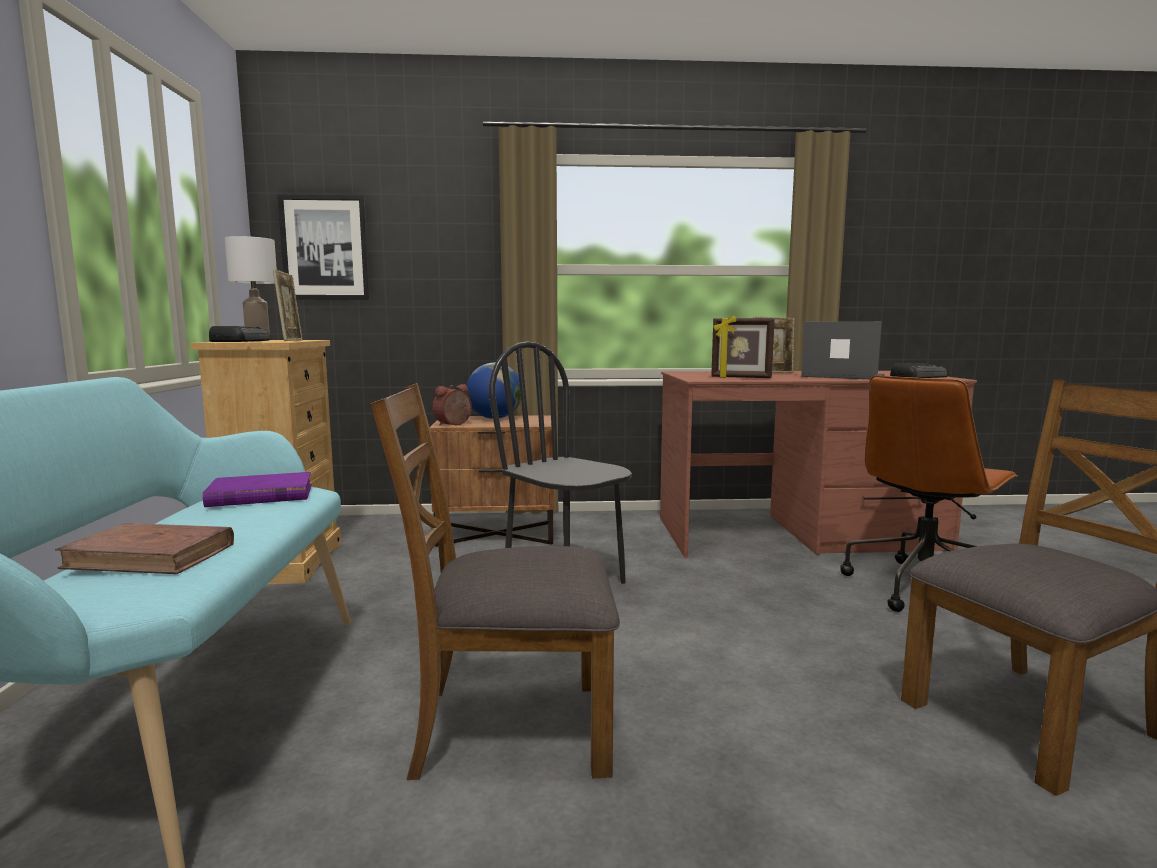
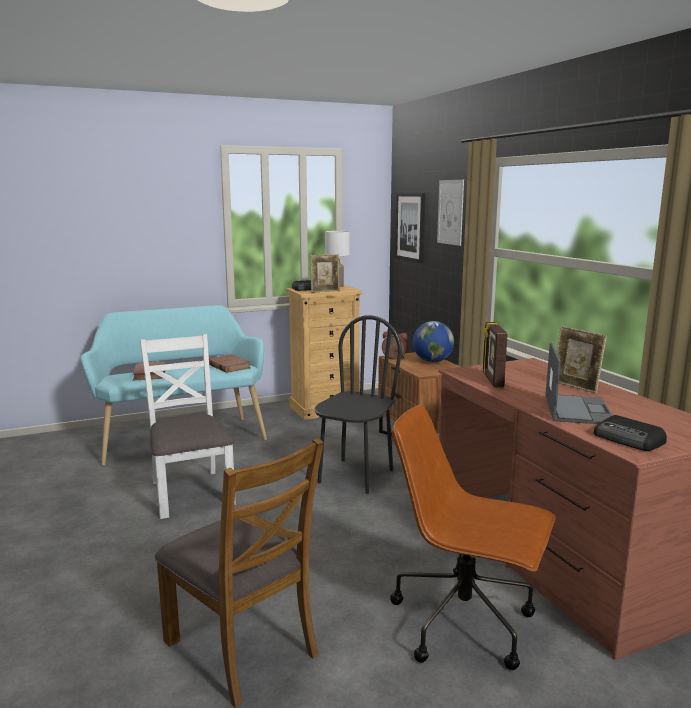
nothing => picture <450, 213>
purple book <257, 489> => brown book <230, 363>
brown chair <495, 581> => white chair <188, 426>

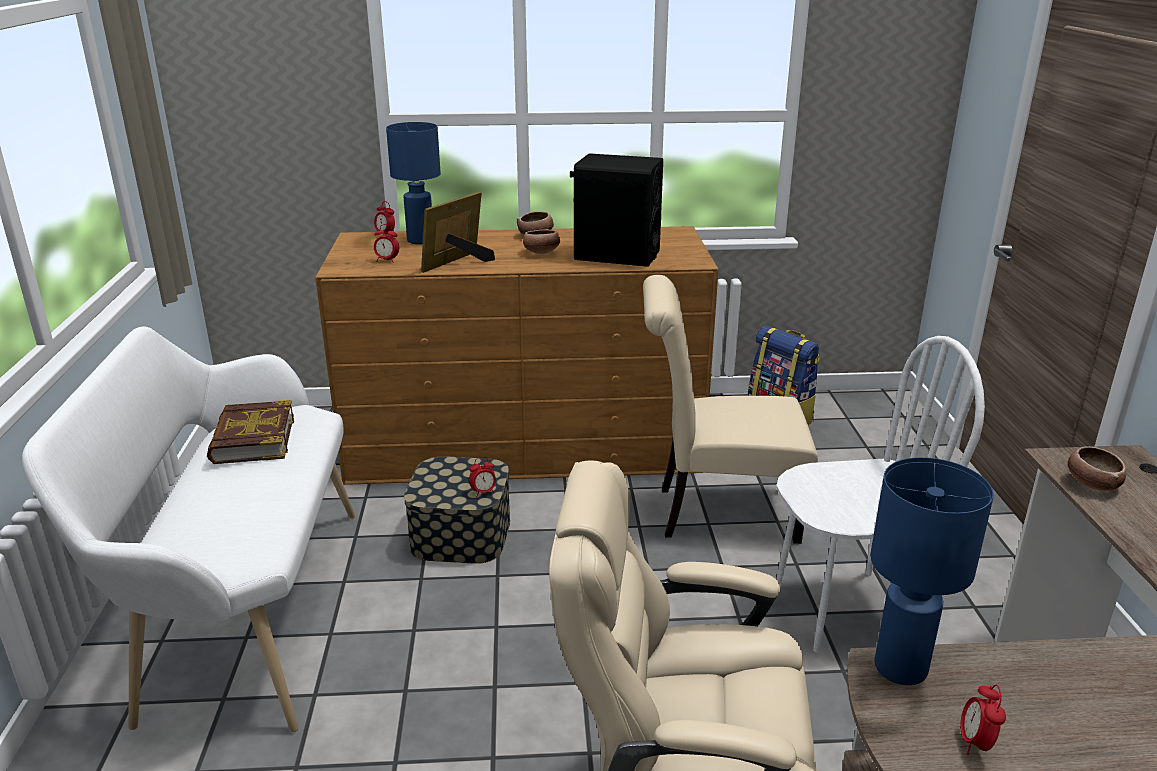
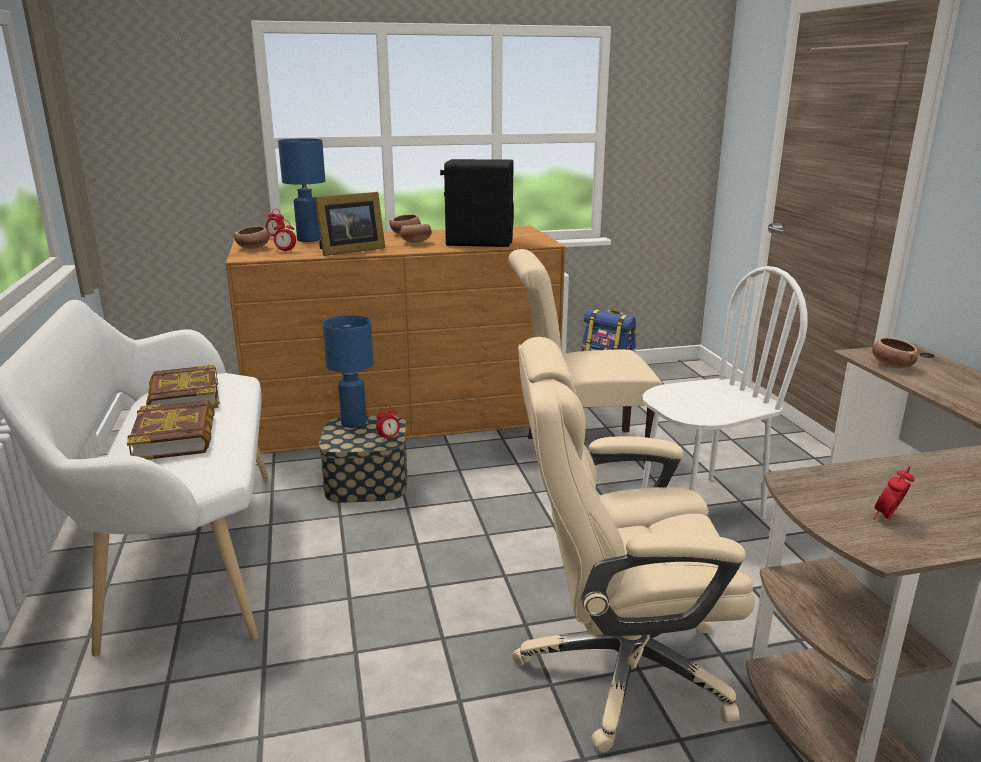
nothing => book <171, 430>
nothing => bowl <252, 237>
blue table lamp <932, 571> => blue table lamp <347, 371>, moved
picture frame <458, 232> => picture frame <350, 224>, 150 degrees counterclockwise
alarm clock <983, 720> => alarm clock <894, 493>, 45 degrees clockwise

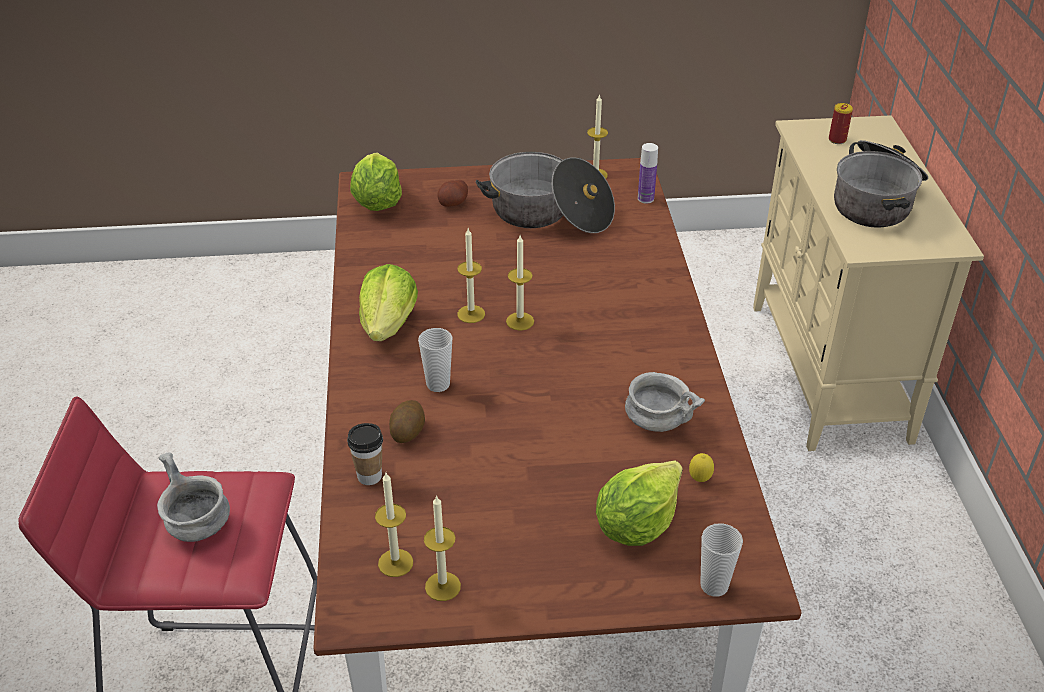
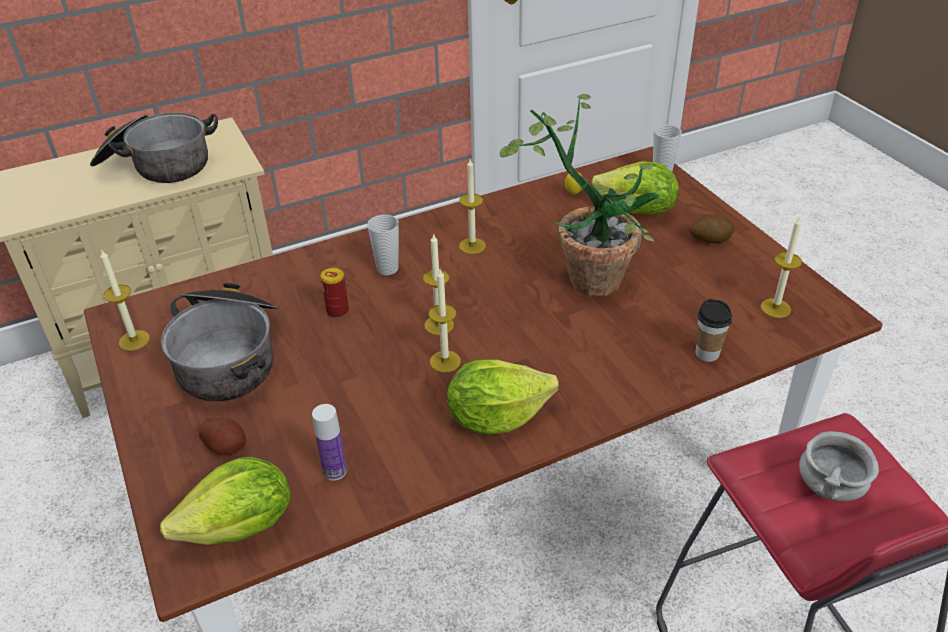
grey bowl <665, 402> => nothing
nothing => potted plant <579, 195>
potato <407, 421> => potato <711, 228>, moved
cup <435, 360> => cup <383, 245>, moved
candle <442, 548> => candle <472, 206>, moved
bottle <648, 173> => bottle <329, 442>, moved
can <841, 123> => can <335, 293>, moved

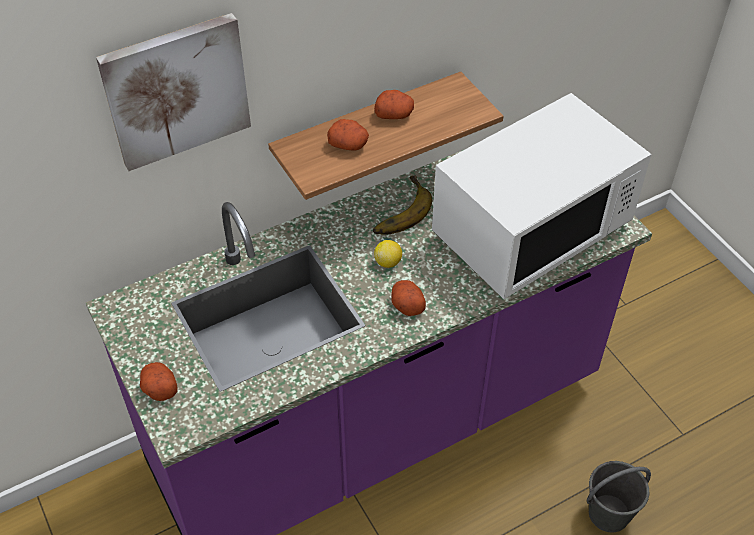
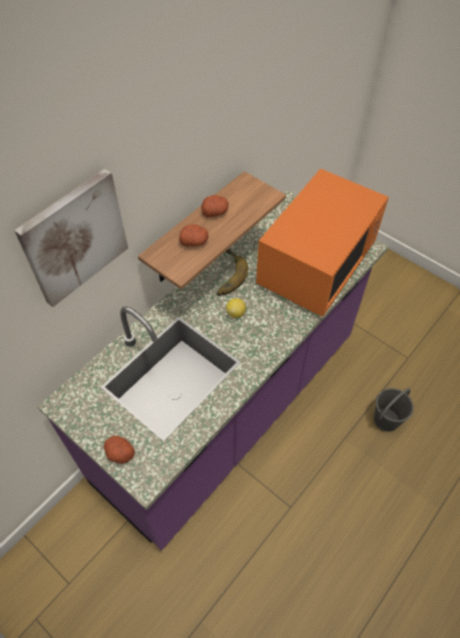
potato <408, 298> => nothing
white microwave <542, 196> => orange microwave <322, 242>

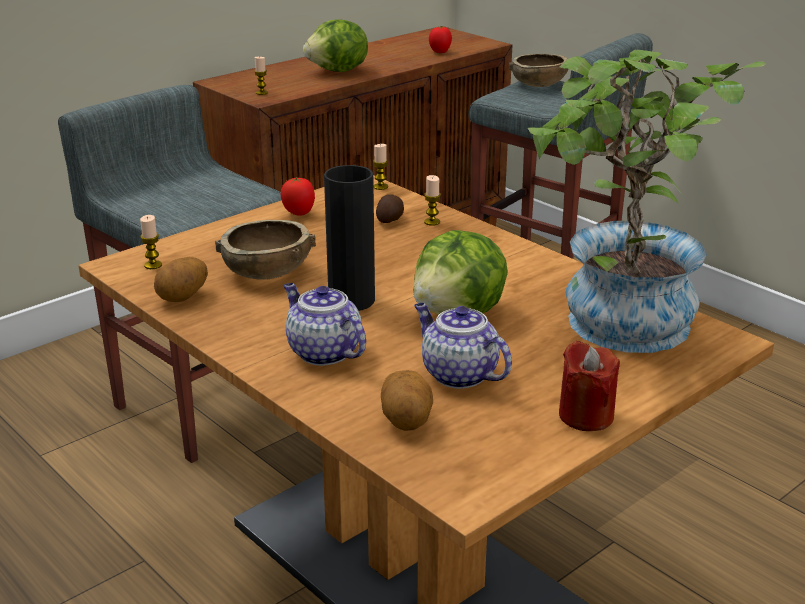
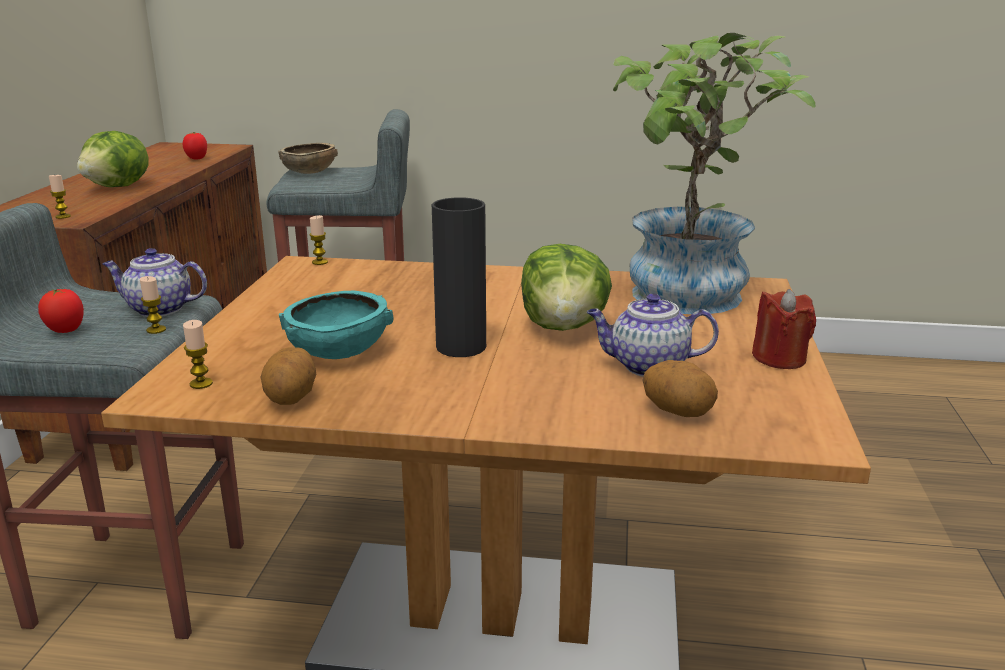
potato <390, 208> => nothing
tomato <297, 196> => tomato <61, 311>, moved
teapot <325, 324> => teapot <154, 282>, moved
candle <432, 200> => candle <153, 305>, moved
brown bowl <265, 249> => turquoise bowl <336, 325>

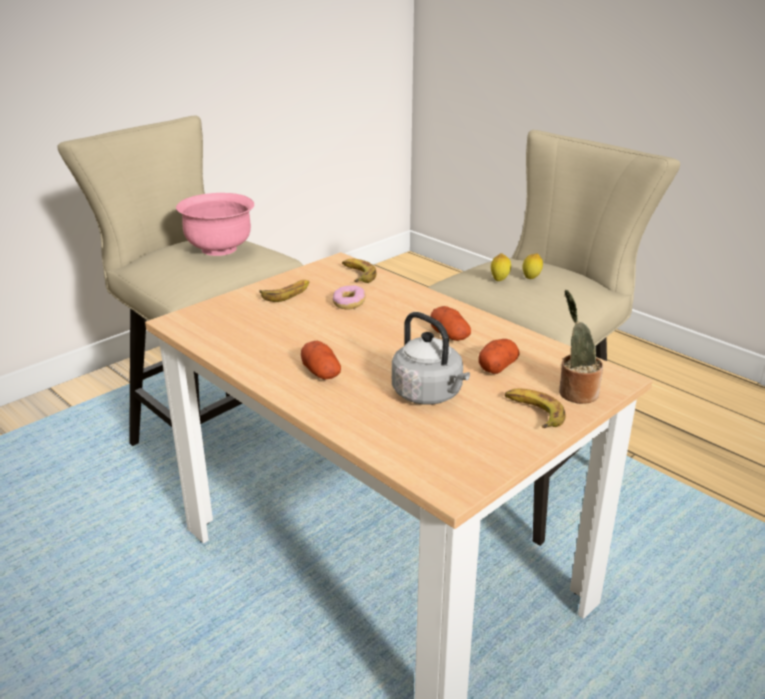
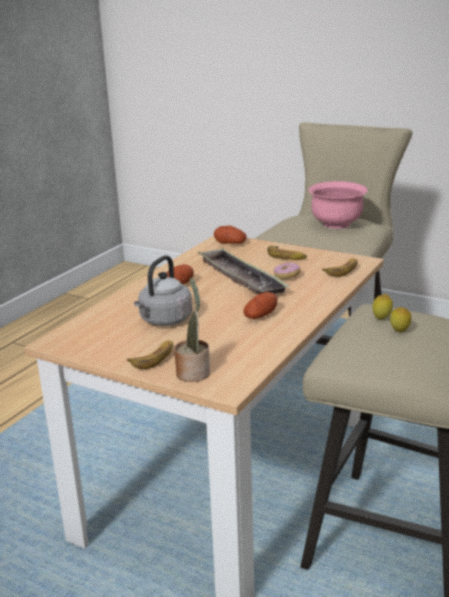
nothing => tray <244, 271>
potato <499, 356> => potato <230, 235>, moved

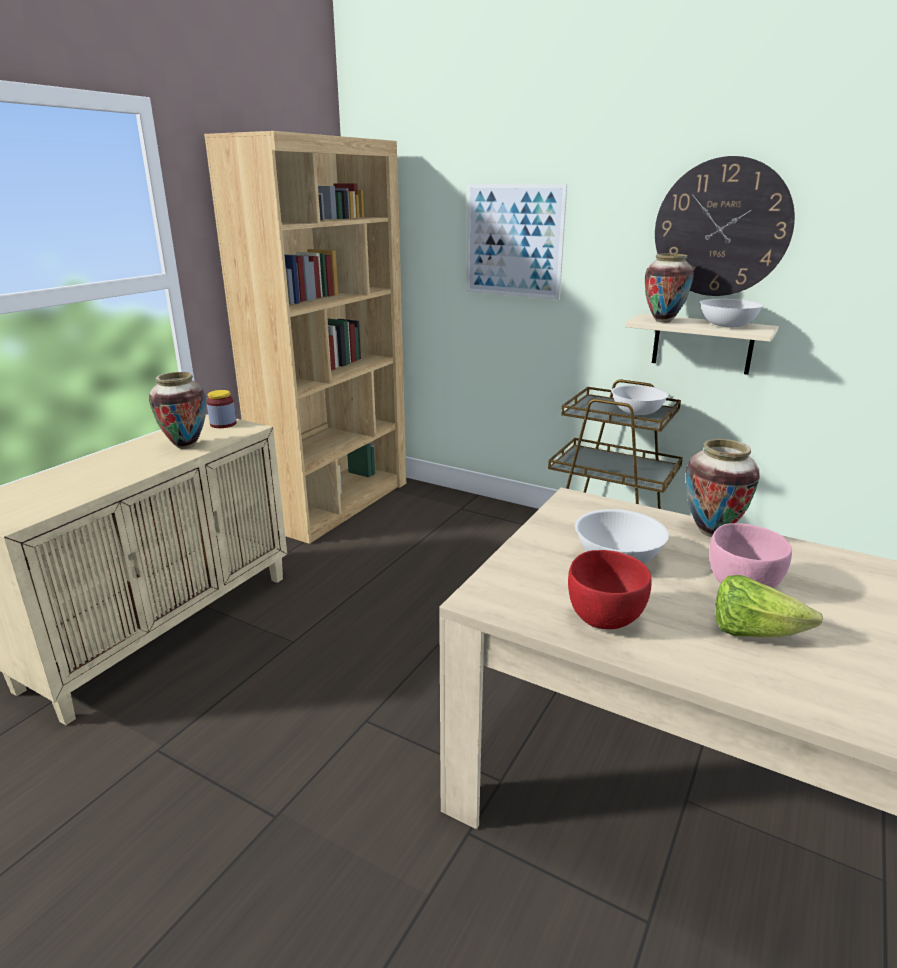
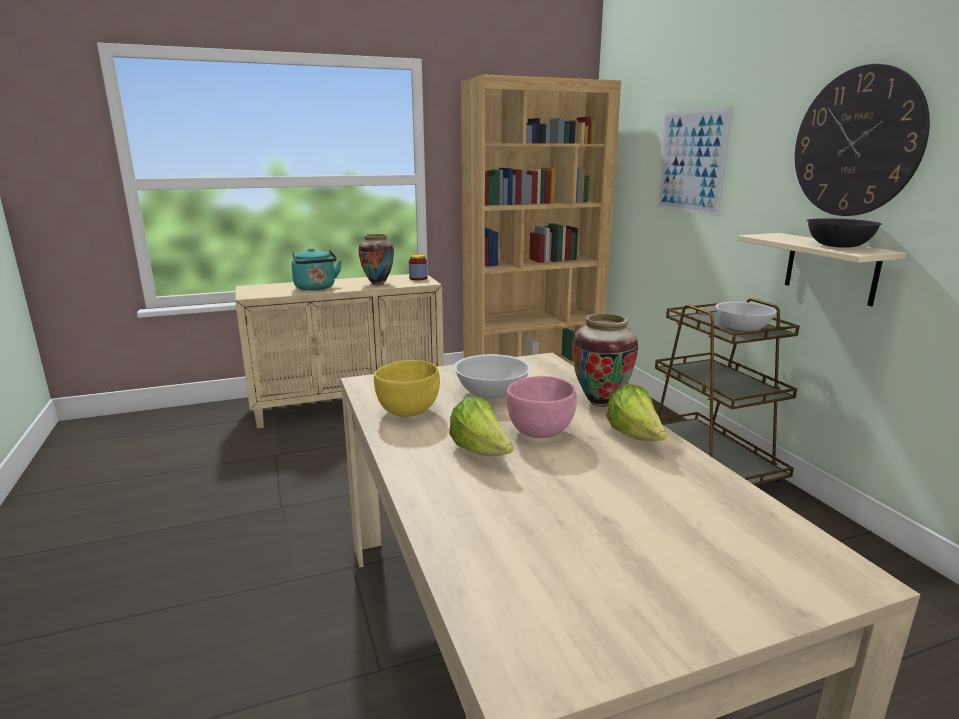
vase <669, 288> => nothing
nothing => turquoise kettle <316, 269>
nothing => lettuce <636, 412>
red bowl <609, 589> => yellow bowl <407, 388>
white bowl <732, 313> => black bowl <844, 233>

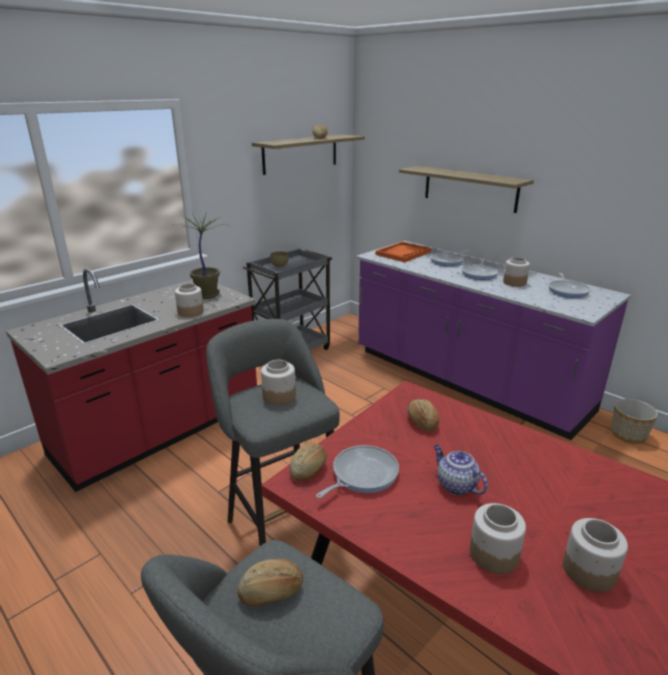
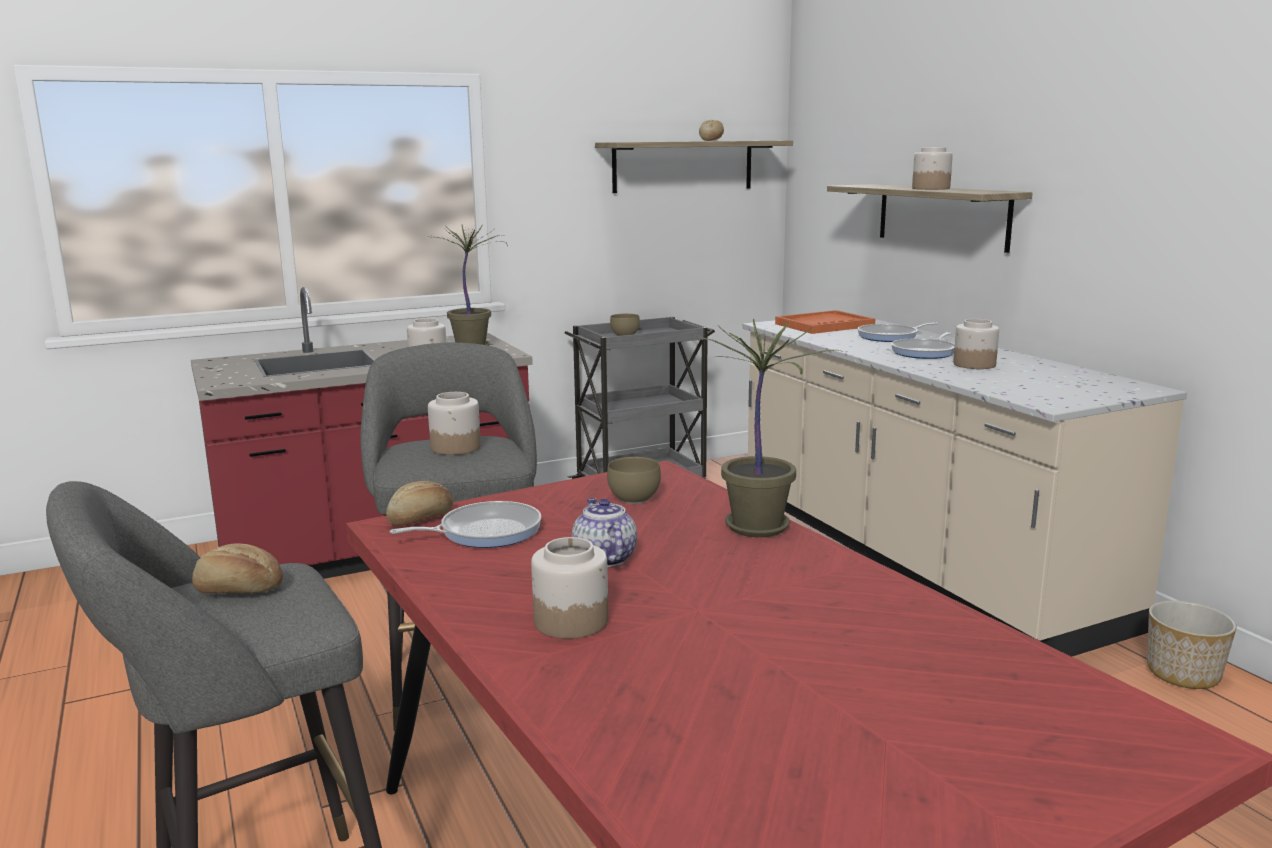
frying pan <569, 285> => nothing
nothing => potted plant <770, 428>
jar <595, 555> => jar <932, 168>, moved
bread <423, 415> => brown bowl <634, 480>
purple counter <493, 340> => beige counter <965, 488>

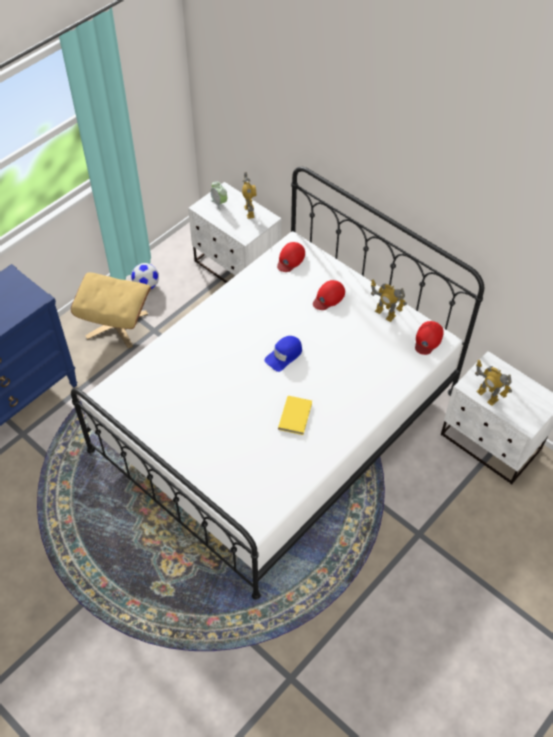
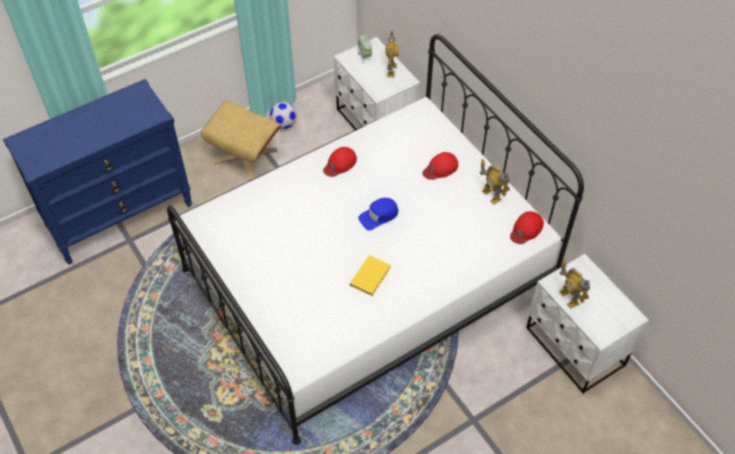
red cap <291, 257> => red cap <340, 162>, moved

